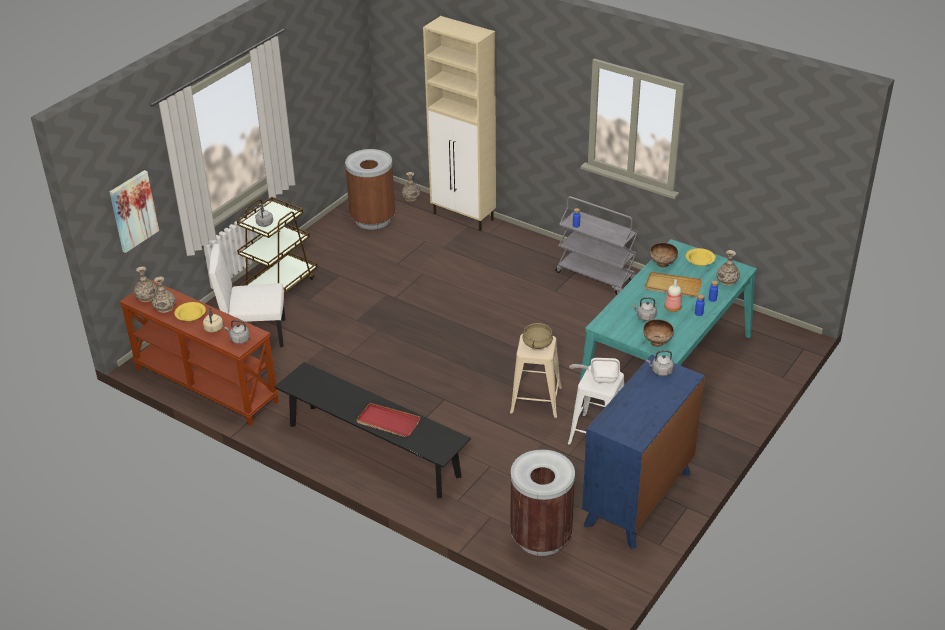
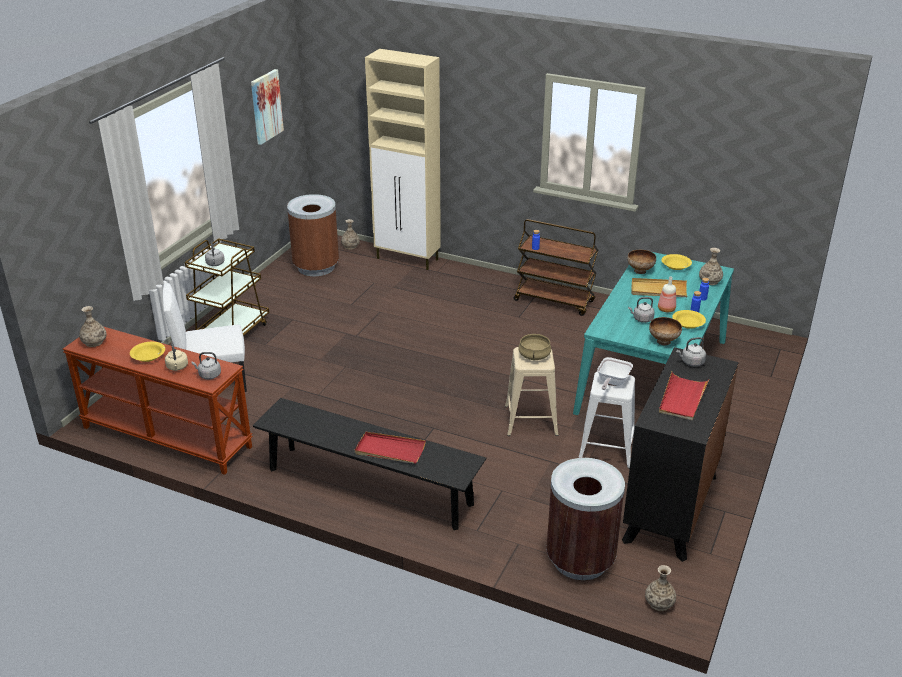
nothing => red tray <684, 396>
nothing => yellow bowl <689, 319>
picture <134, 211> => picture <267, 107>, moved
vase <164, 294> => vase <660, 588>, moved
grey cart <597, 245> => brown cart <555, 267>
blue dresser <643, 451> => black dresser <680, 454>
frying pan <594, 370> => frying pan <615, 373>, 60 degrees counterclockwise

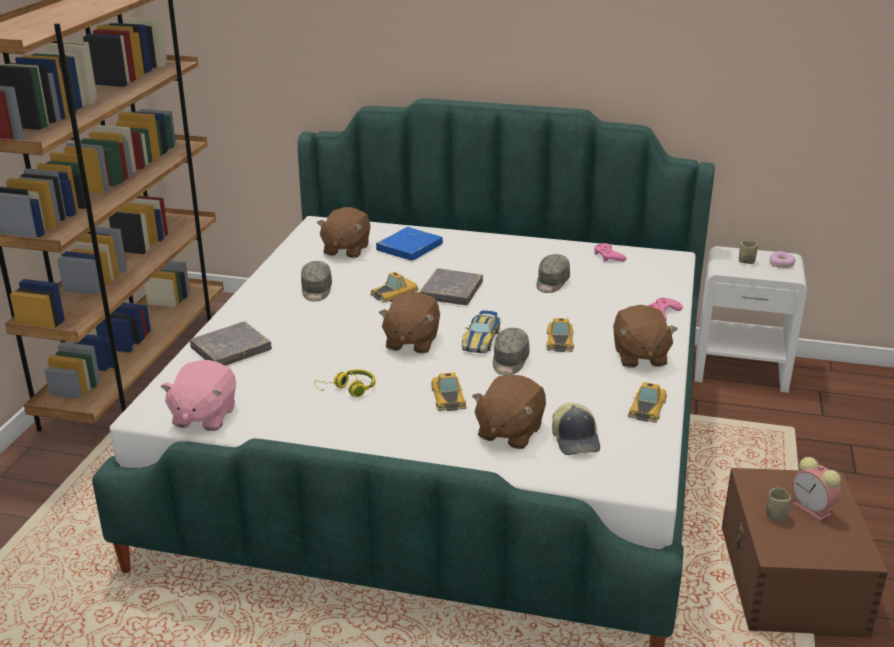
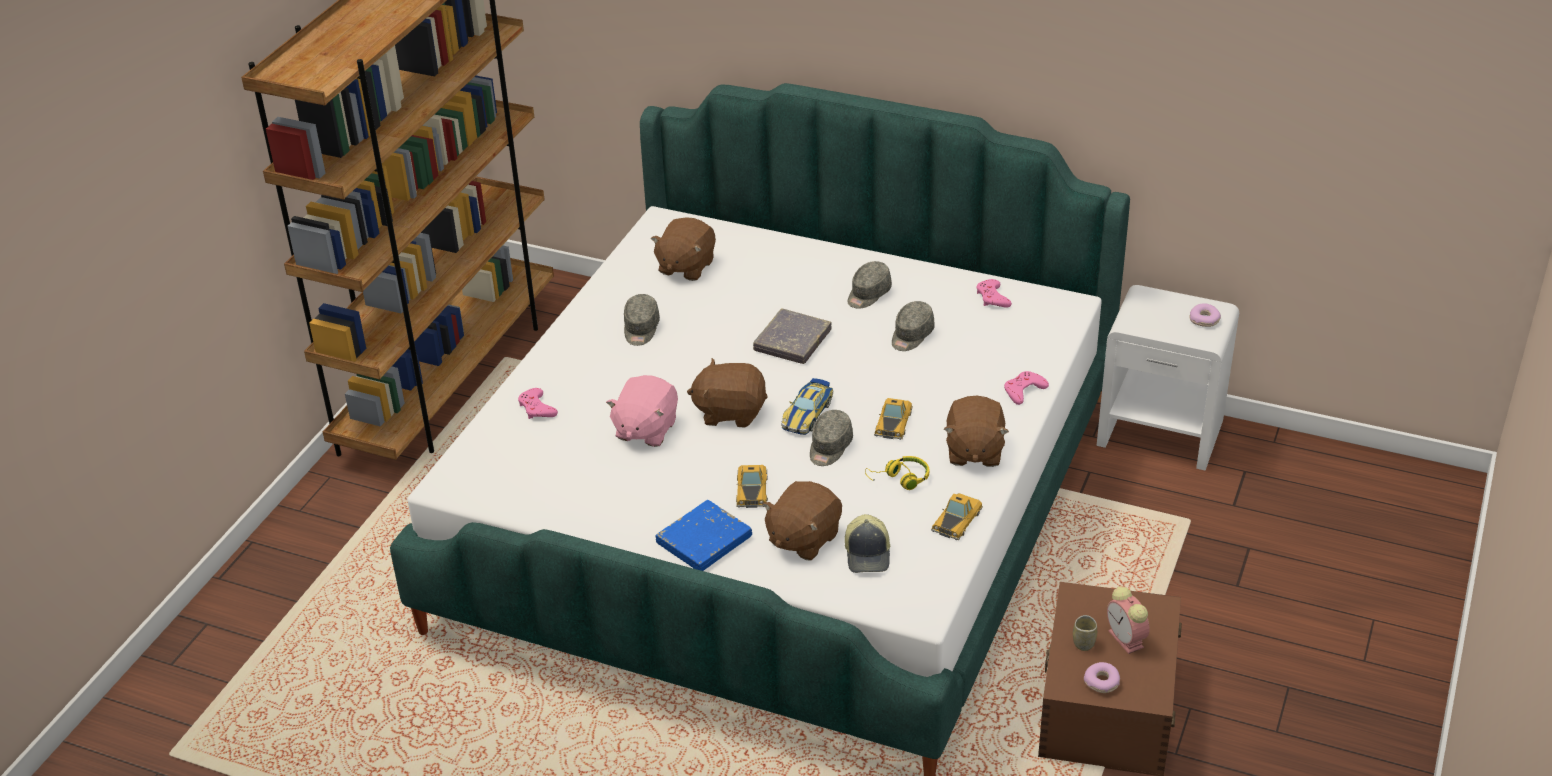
toy car <394, 287> => nothing
cup <748, 252> => nothing
nothing => grey cap <870, 285>
nothing => donut <1102, 677>
pink plush toy <198, 395> => pink plush toy <642, 411>, moved
yellow headphones <345, 383> => yellow headphones <897, 473>, moved
blue book <409, 244> => blue book <703, 535>, moved
grey book <231, 343> => pink game controller <538, 403>
brown plush toy <409, 323> => brown plush toy <727, 393>, 75 degrees clockwise

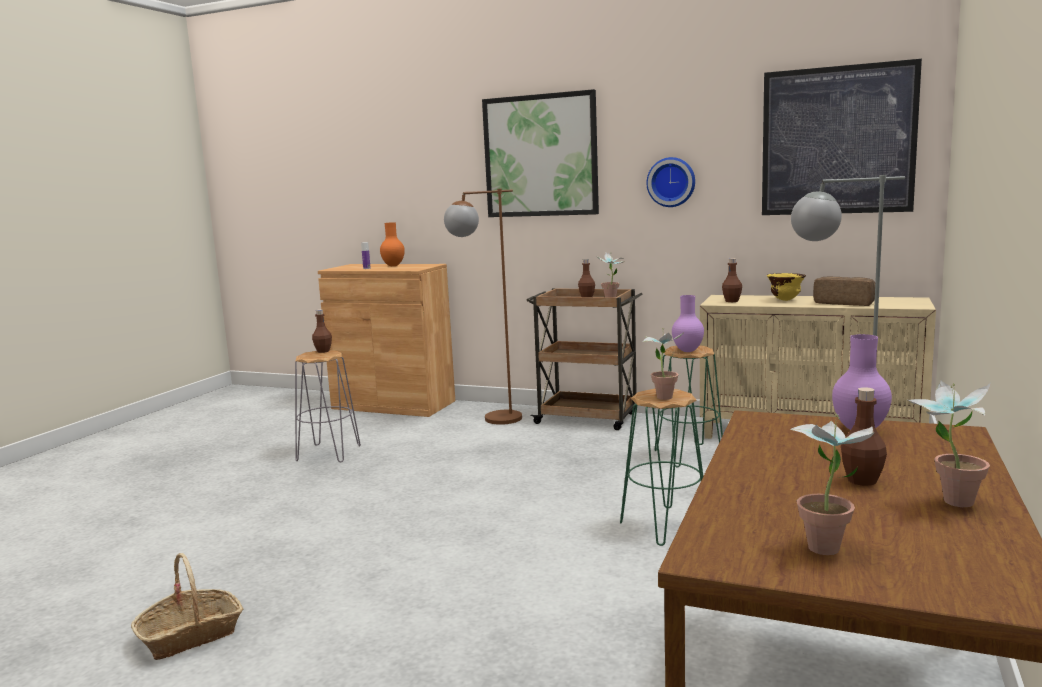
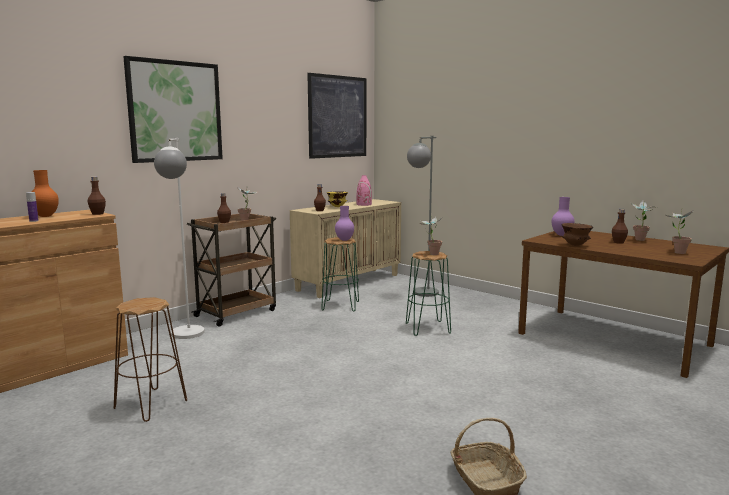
wall clock <670, 182> => nothing
nothing => brown bowl <577, 234>
brown bottle <322, 331> => brown bottle <97, 196>, moved
bread <844, 291> => pink vase <364, 190>
grey stool <328, 406> => brown stool <150, 359>
brown floor lamp <483, 307> => white floor lamp <179, 238>

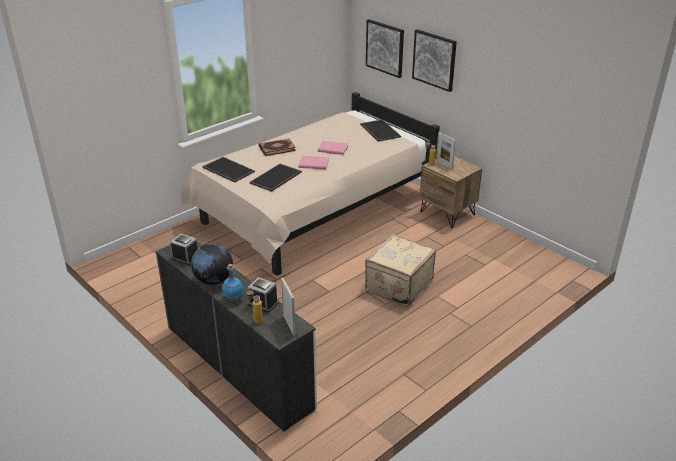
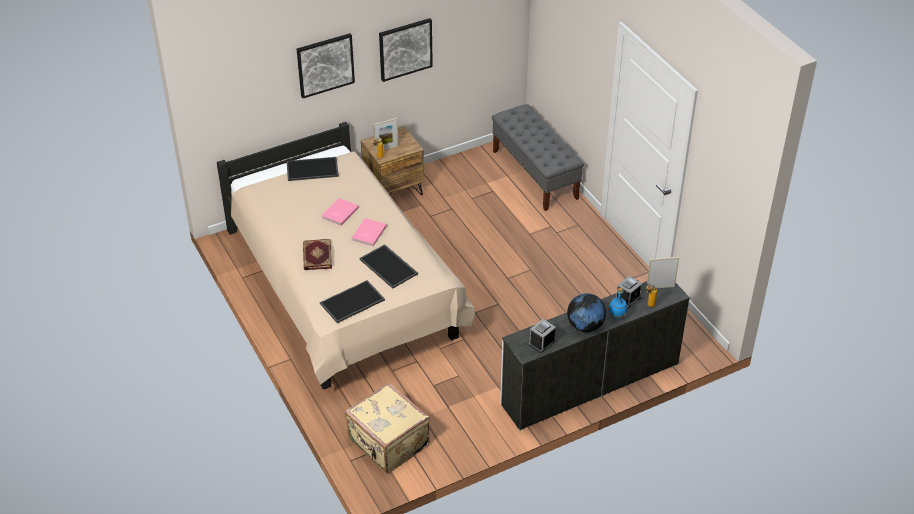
nothing => grey bench <538, 157>
beige suitcase <400, 270> => beige suitcase <387, 427>, moved
picture <385, 48> => picture <406, 50>, moved

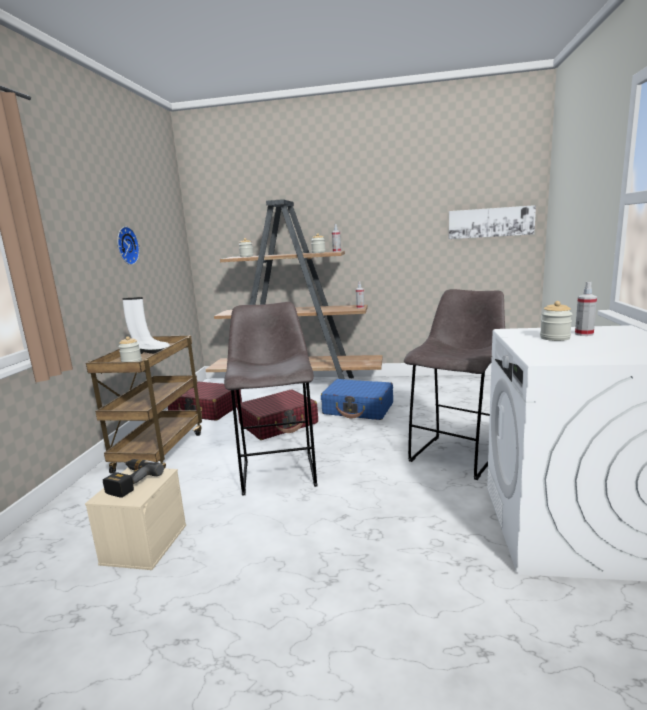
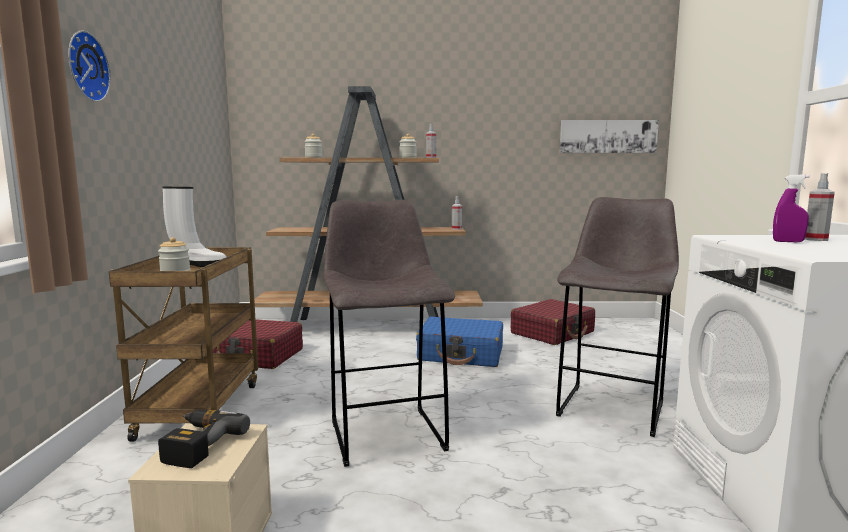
wall clock <128, 245> => wall clock <89, 66>, moved
red suitcase <277, 415> => red suitcase <553, 322>, moved
jar <556, 321> => purple spray bottle <791, 208>

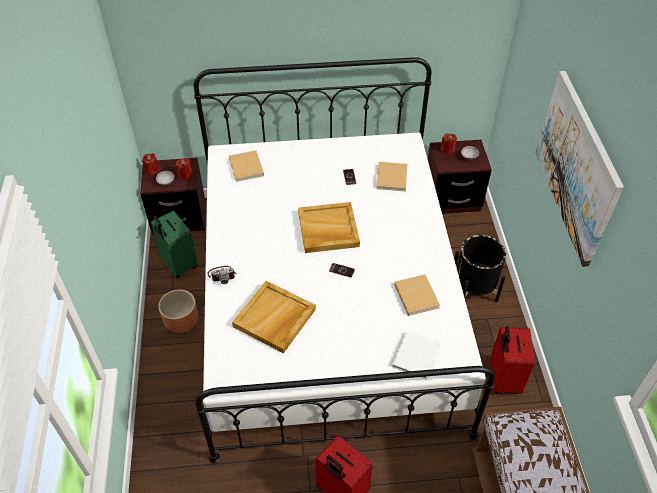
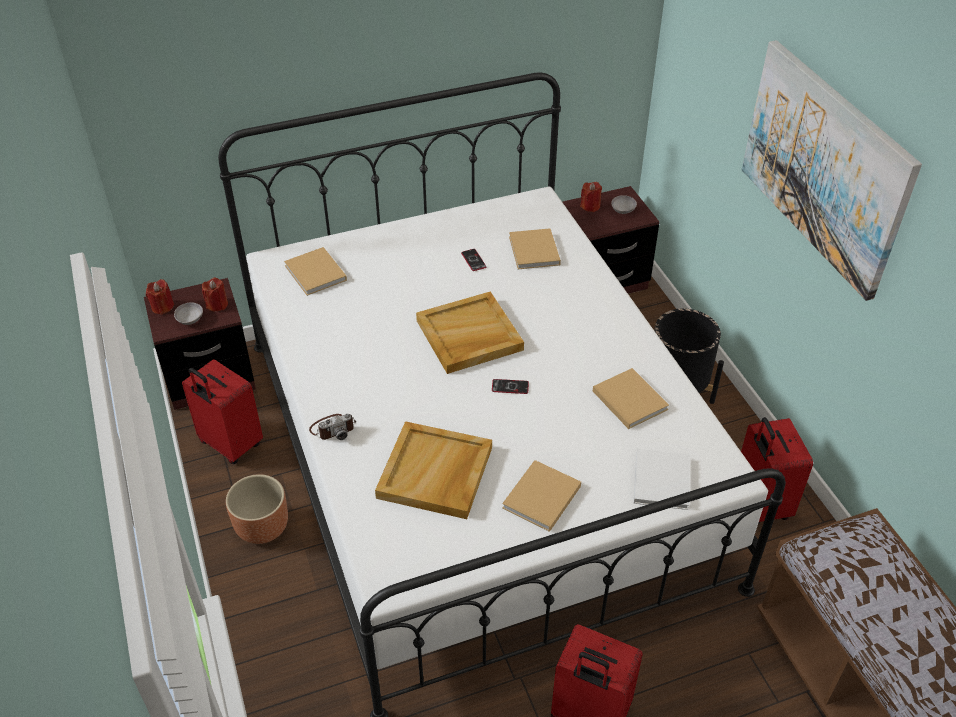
nothing => beige book <541, 496>
green suitcase <174, 244> => red suitcase <222, 411>

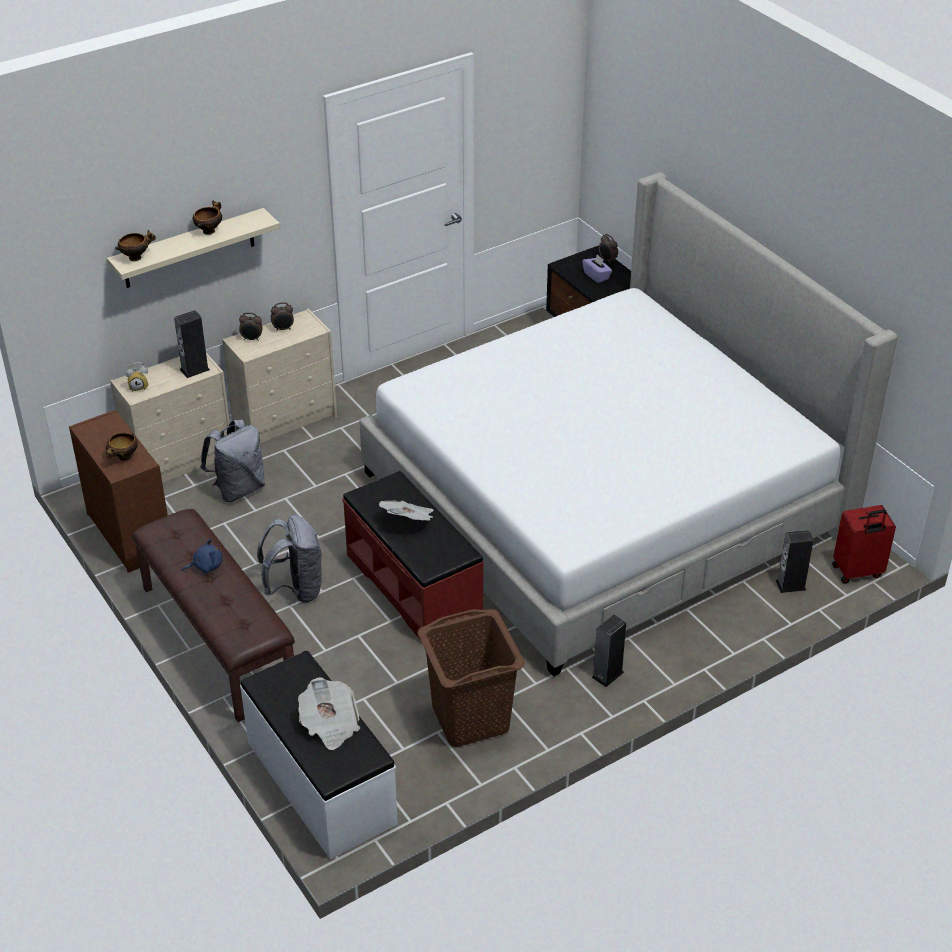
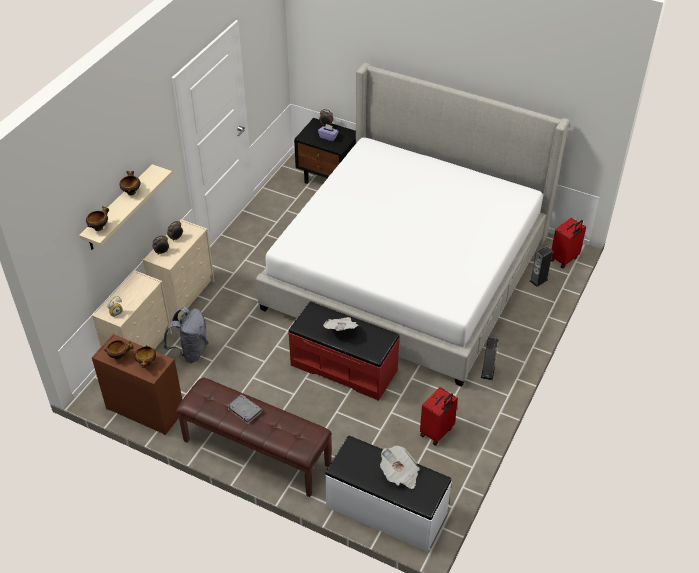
speaker <192, 344> => nothing
grey backpack <290, 559> => nothing
nothing => bowl <119, 350>
blue plush toy <202, 556> => grey book <245, 409>
brown laundry basket <471, 678> => red suitcase <439, 416>

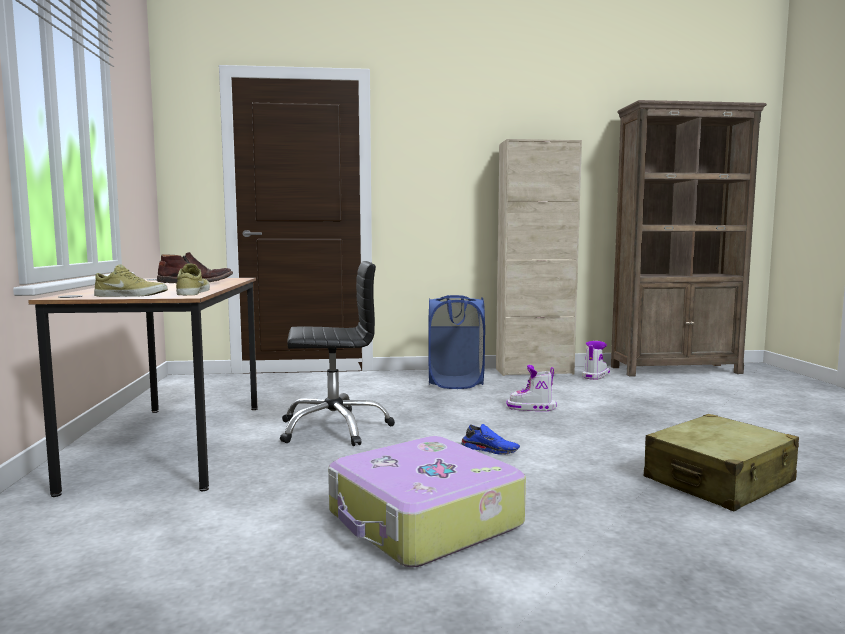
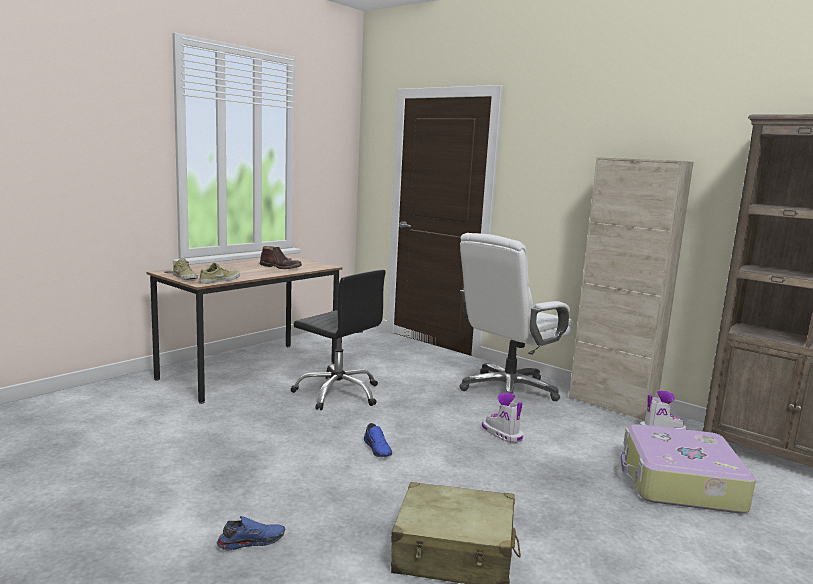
nothing => blue shoe <251, 533>
suitcase <427, 501> => suitcase <688, 468>, moved
blue laundry basket <456, 342> => white office chair <516, 317>

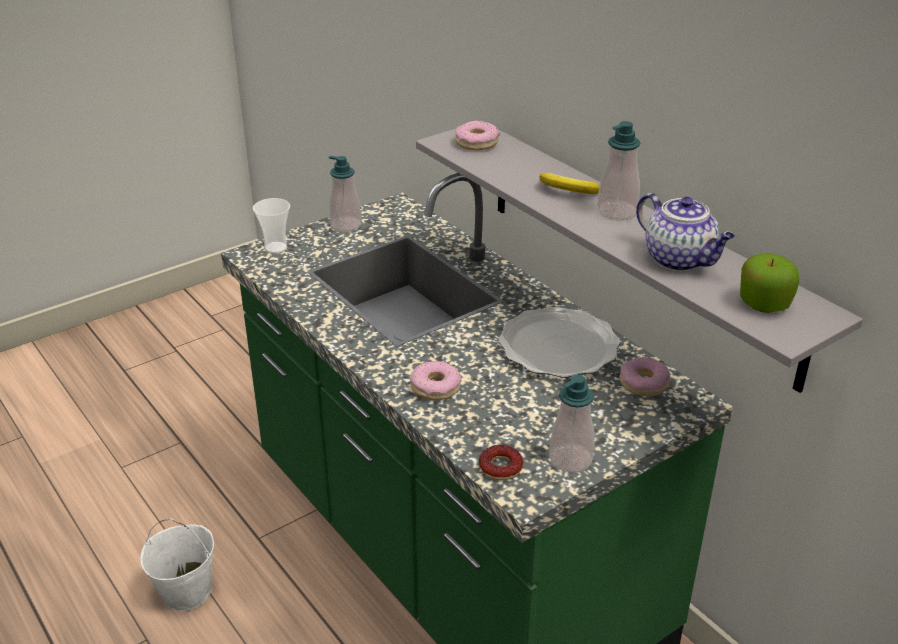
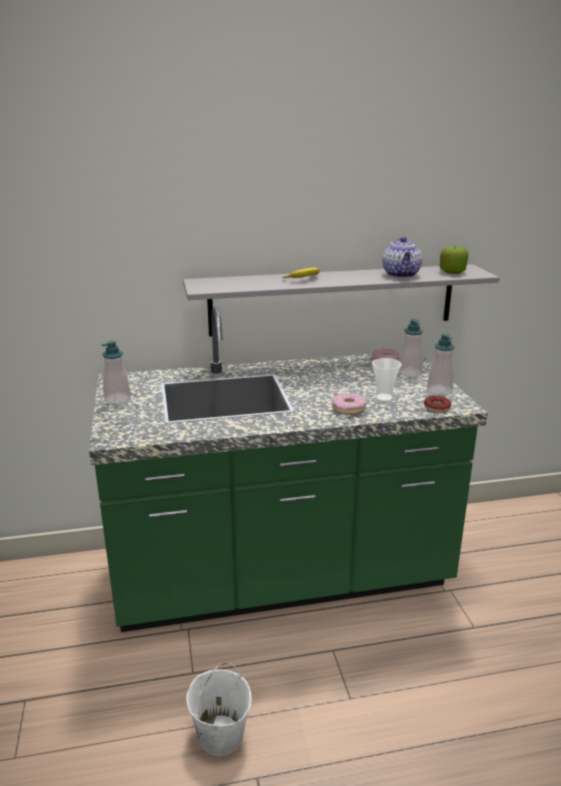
donut <477, 135> => nothing
plate <559, 342> => nothing
cup <271, 226> => cup <386, 380>, moved
soap dispenser <619, 171> => soap dispenser <411, 348>, moved
teapot <685, 232> => teapot <402, 257>, 105 degrees clockwise

